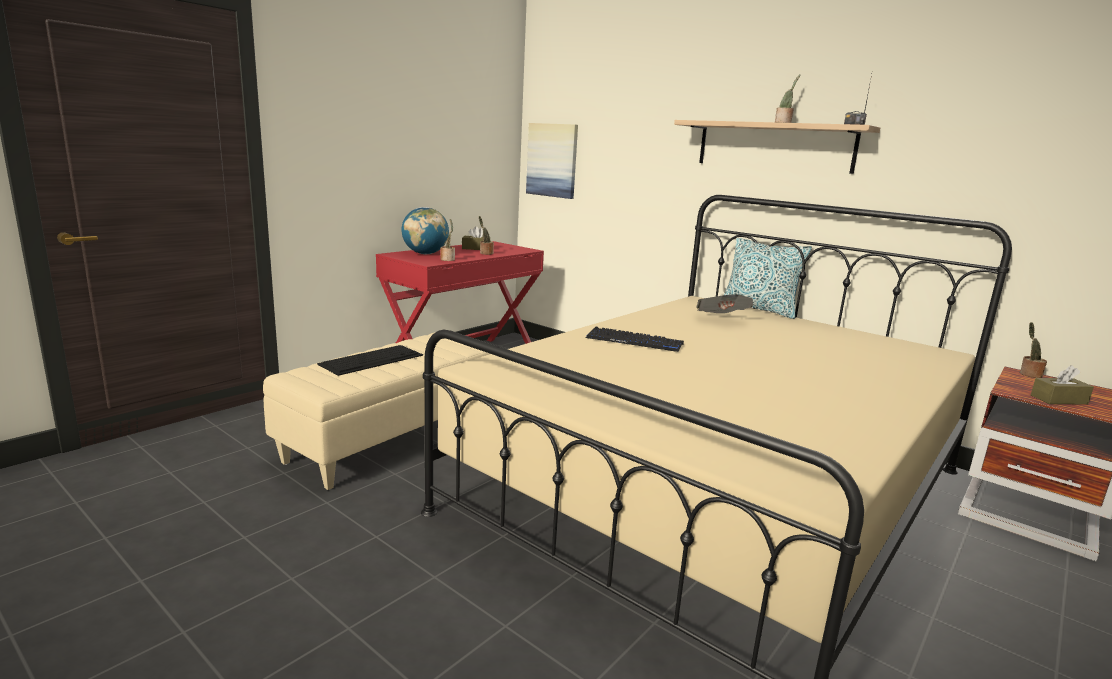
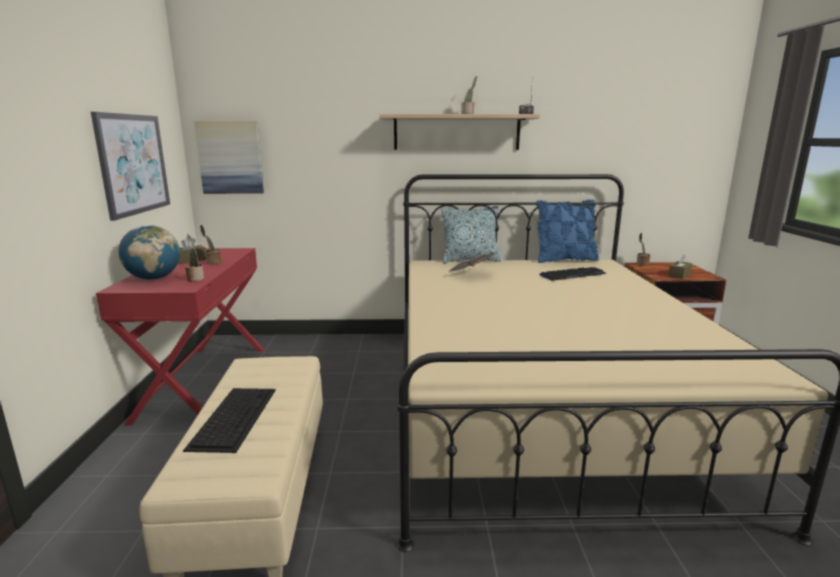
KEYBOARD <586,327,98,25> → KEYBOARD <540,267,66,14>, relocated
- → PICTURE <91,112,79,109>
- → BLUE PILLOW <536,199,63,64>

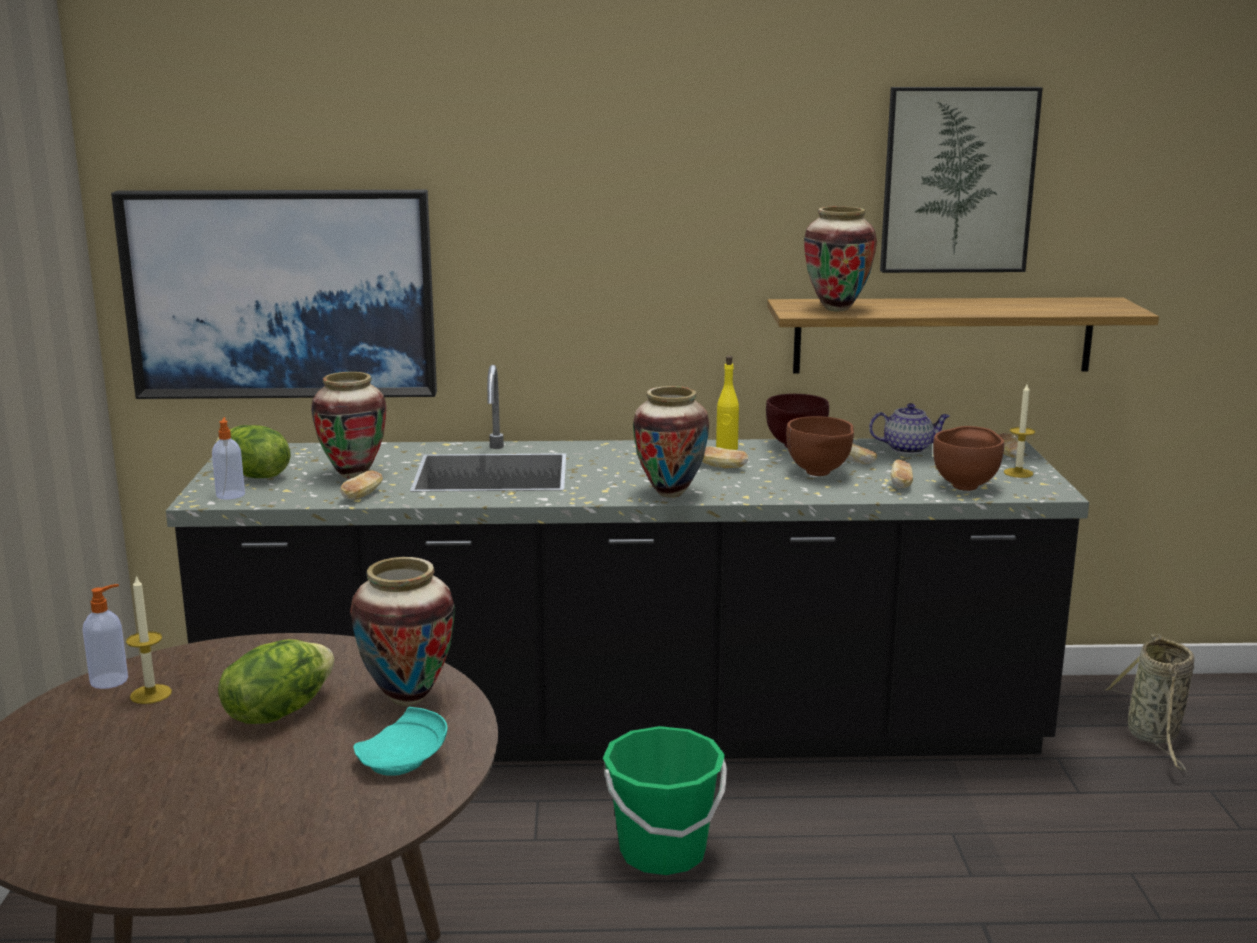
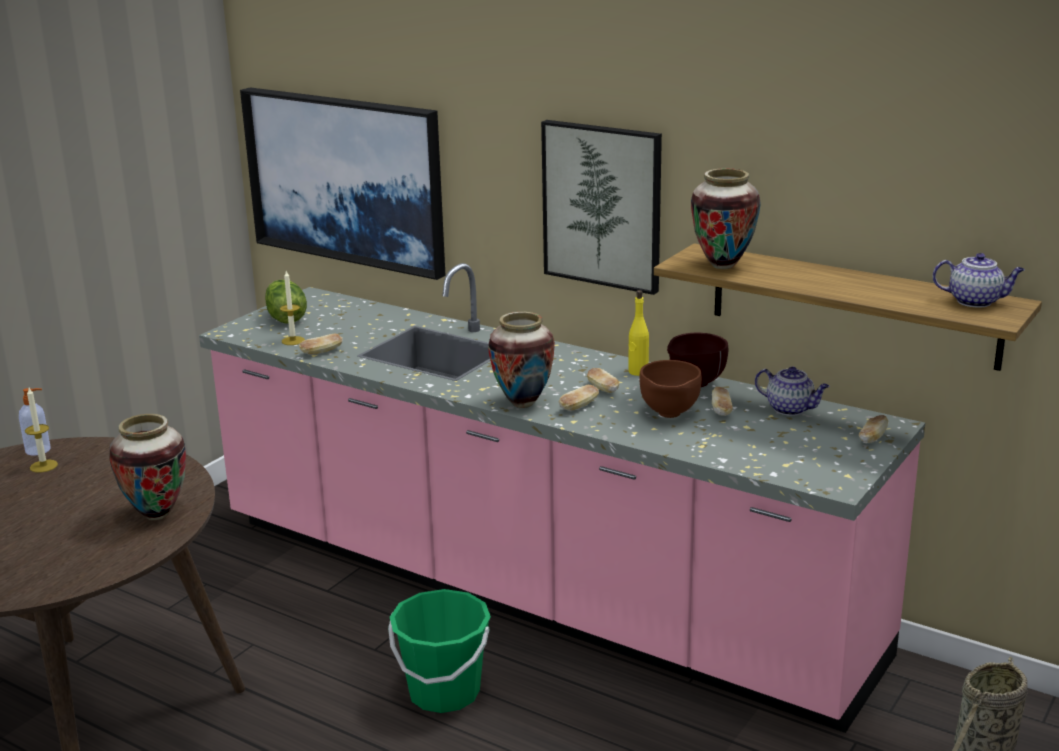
BLACK COUNTER <166,365,923,397> → PINK COUNTER <199,263,726,470>
SOAP DISPENSER <212,417,33,82> → -
LETTUCE <218,639,116,85> → -
VASE <311,372,76,107> → -
TURQUOISE PLATE <353,707,94,69> → -
PICTURE <880,87,163,186> → PICTURE <541,120,121,175>, relocated
BREAD <890,460,23,28> → BREAD <559,385,40,26>, relocated
BROWN BOWL <933,426,71,65> → -
CANDLE <1004,384,31,94> → CANDLE <280,271,25,74>, relocated
- → TEAPOT <933,253,92,55>

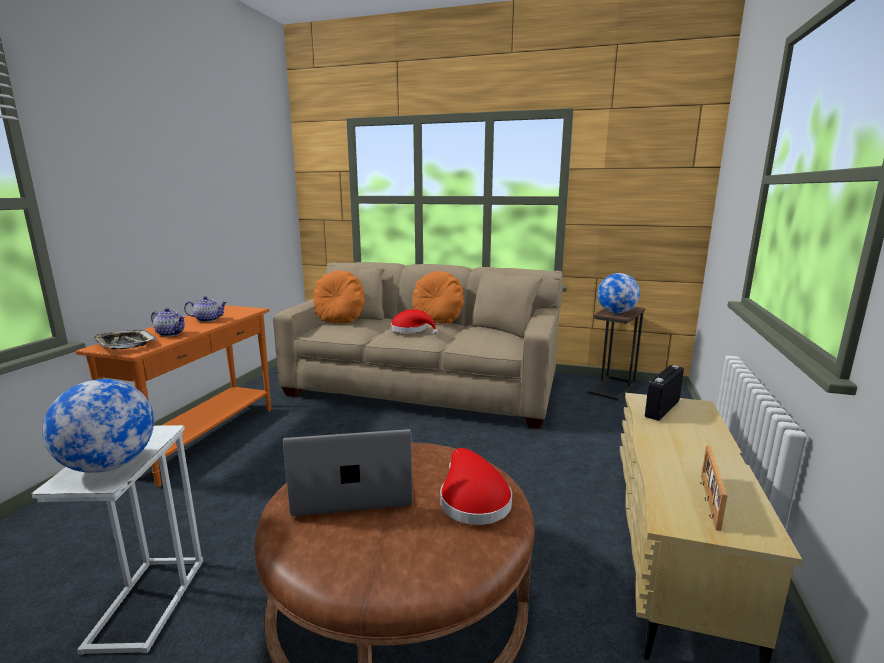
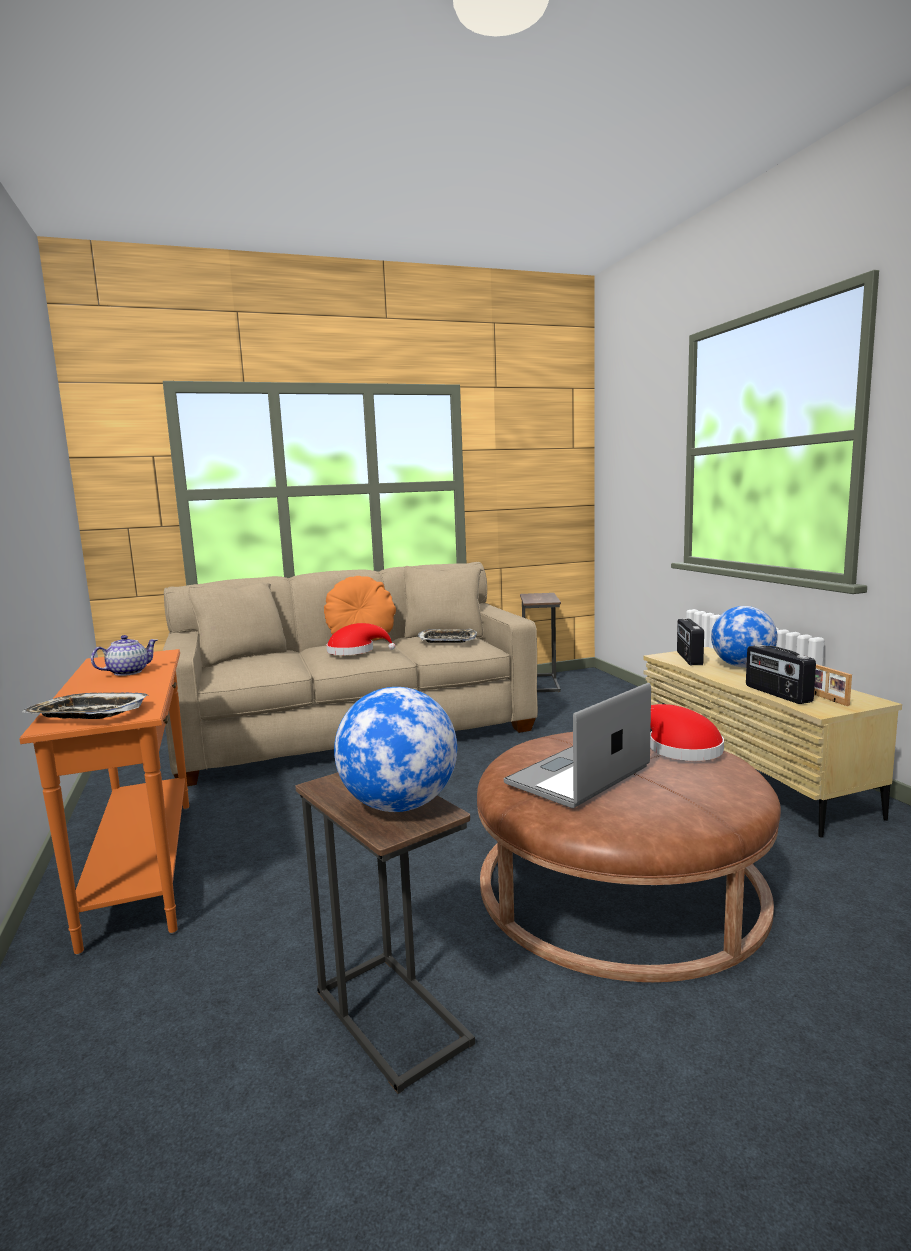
WHITE SIDE TABLE <31,425,172,230> → BROWN SIDE TABLE <295,772,180,322>
TEAPOT <151,308,34,29> → -
ORANGE PILLOW <313,270,52,53> → -
GLOBE <597,273,43,40> → GLOBE <711,606,67,61>, relocated
- → TRAY <417,629,60,14>
- → RADIO <746,644,70,60>

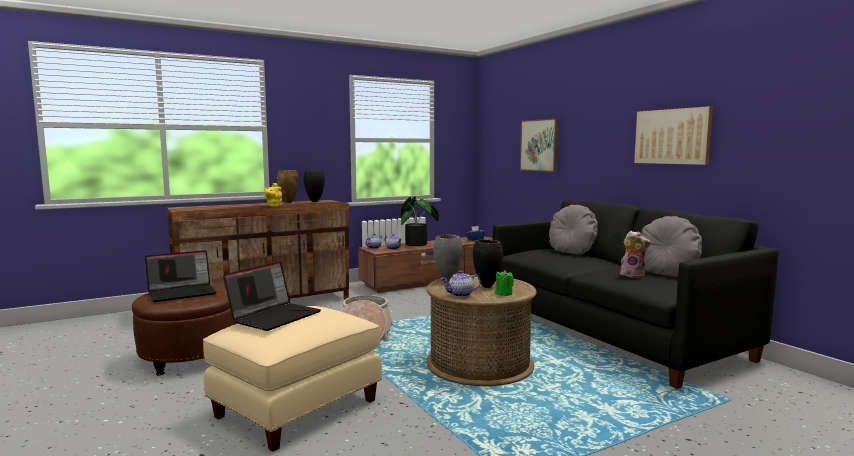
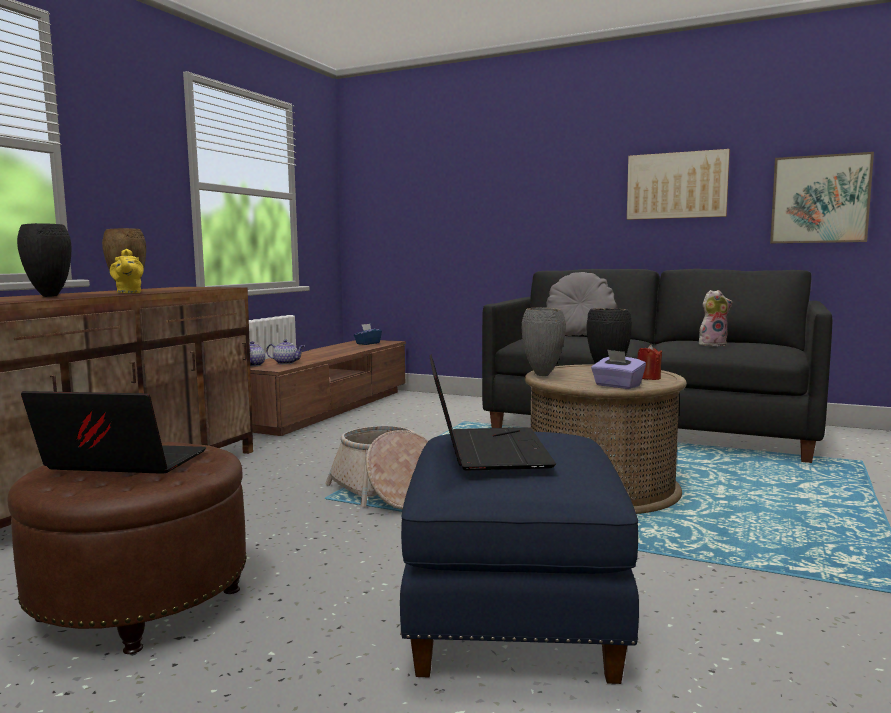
LAPTOP <145,250,72,52> → LAPTOP <21,391,185,83>, 105 degrees counterclockwise
BEIGE OTTOMAN <203,306,179,146> → BLUE OTTOMAN <400,432,239,252>
BLACK VASE <303,170,22,32> → BLACK VASE <17,223,55,74>, relocated
POTTED PLANT <400,197,39,49> → -
TEAPOT <441,271,40,26> → PURPLE TISSUE BOX <591,349,55,40>
GREEN CANDLE <495,270,19,26> → RED CANDLE <638,345,24,35>
PICTURE <520,118,39,54> → PICTURE <770,152,104,91>, relocated
GREY PILLOW <641,216,61,61> → -

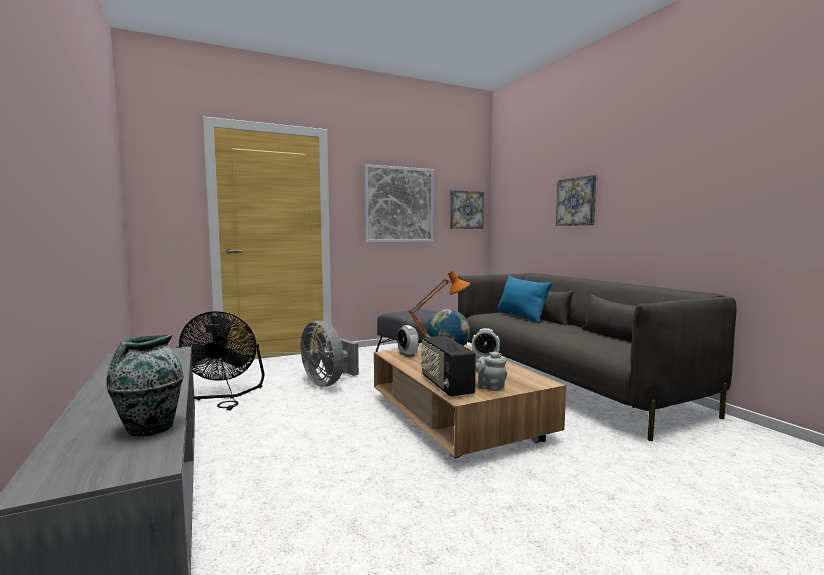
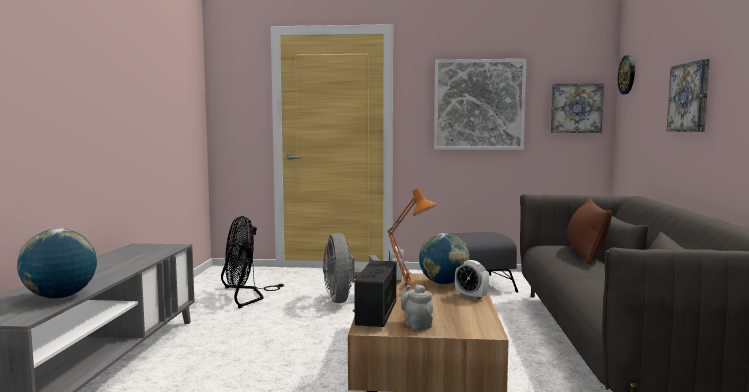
VASE <106,334,77,102> → GLOBE <17,228,80,71>
BLACK FAN <176,311,88,99> → BLACK FAN <221,216,64,93>, 135 degrees counterclockwise
BLUE PILLOW <497,276,55,47> → BROWN PILLOW <567,198,46,66>
- → WALL CLOCK <618,55,17,39>

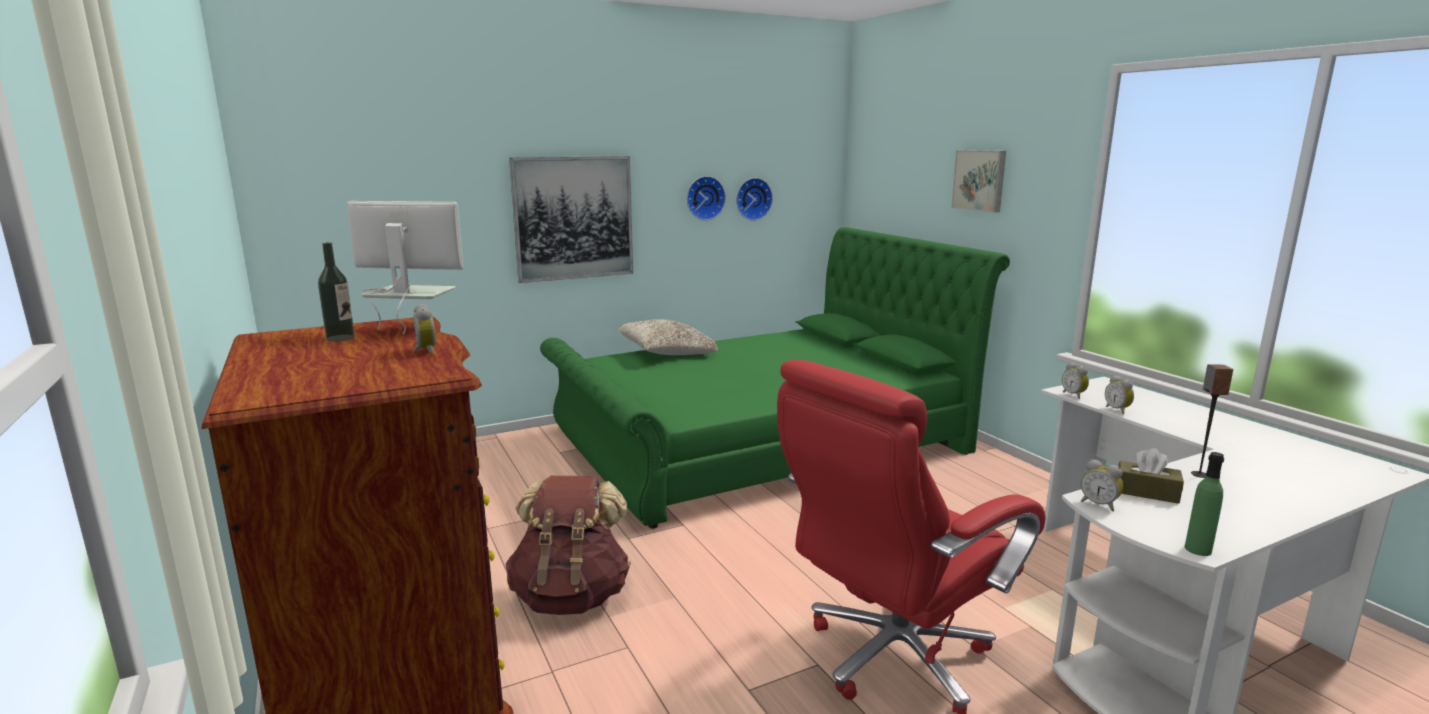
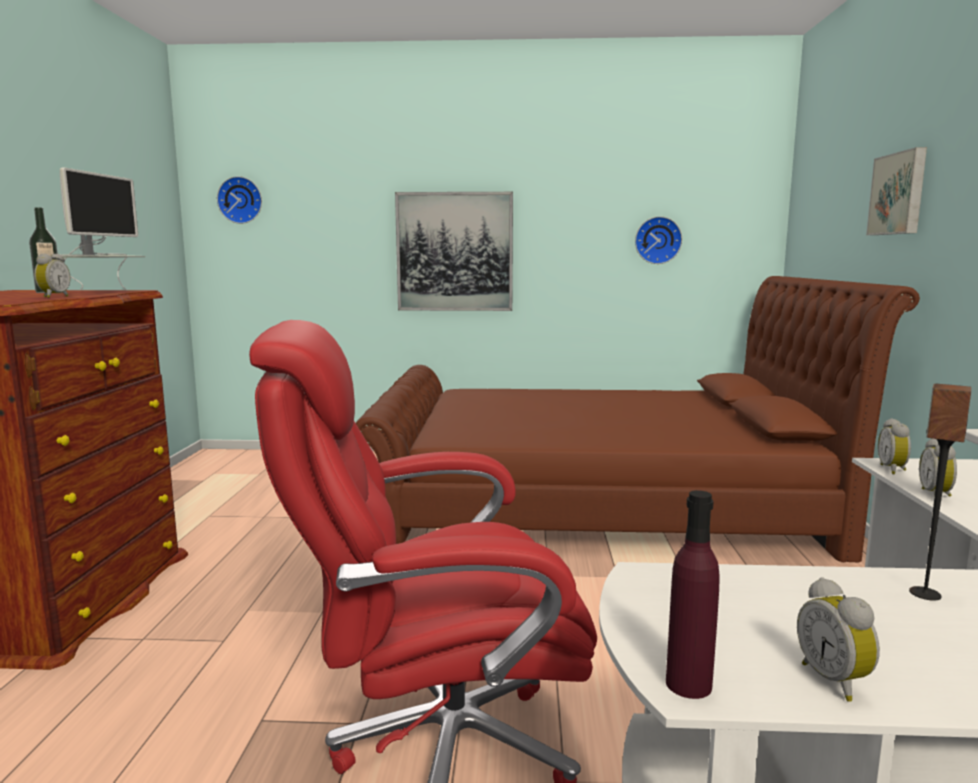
MONITOR <347,201,117,133> → MONITOR <60,167,86,124>, 60 degrees clockwise
BROWN BACKPACK <506,476,125,139> → -
GREEN BED <540,227,470,301> → BROWN BED <356,276,564,287>
BEIGE PILLOW <618,319,100,36> → -
WALL CLOCK <687,176,39,45> → WALL CLOCK <217,176,45,48>, relocated
ALARM CLOCK <1081,459,42,52> → ALARM CLOCK <797,577,83,125>, relocated
BROWN TISSUE BOX <1118,448,66,56> → -
GREEN BOTTLE <1185,452,39,104> → PURPLE BOTTLE <666,490,54,209>

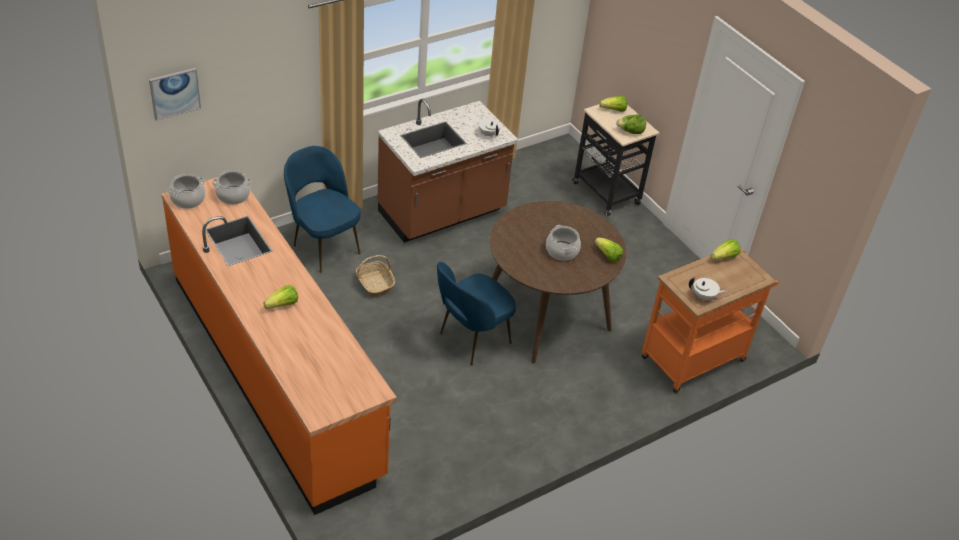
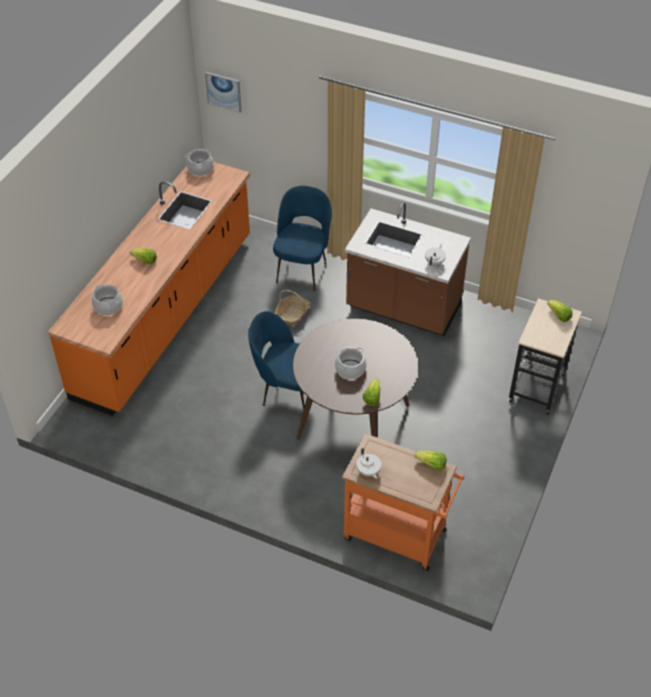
COOKING POT <212,170,40,35> → COOKING POT <92,284,31,31>, relocated
LETTUCE <616,115,30,19> → -

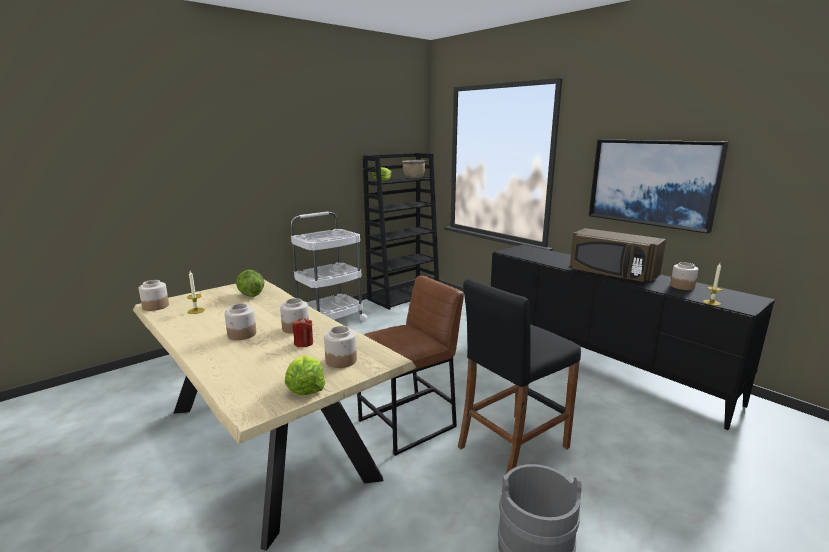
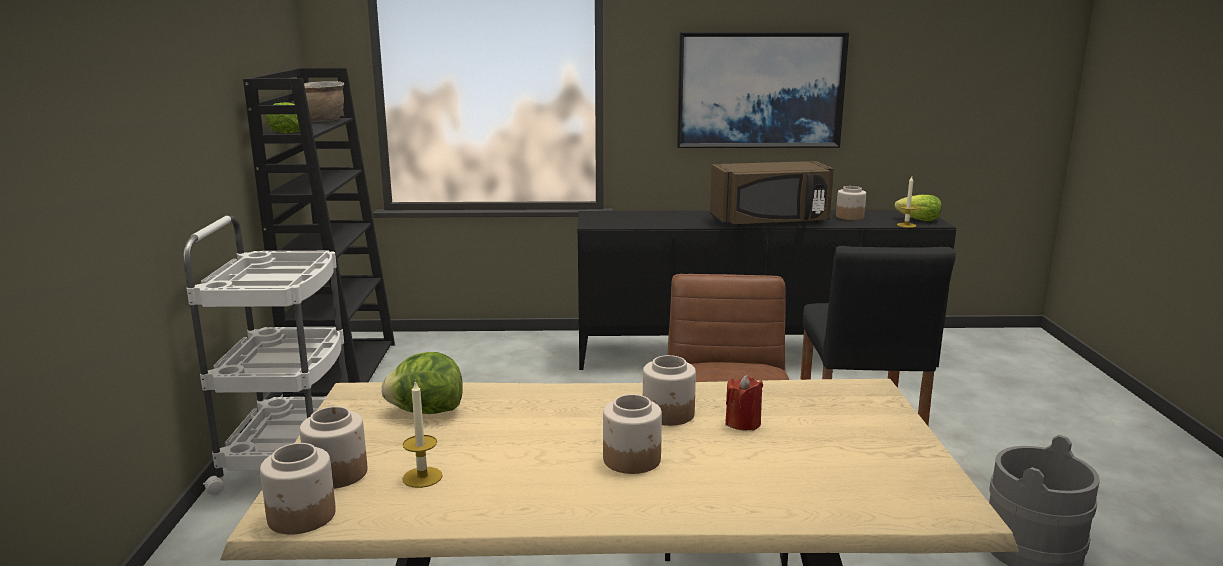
LETTUCE <285,355,40,40> → LETTUCE <894,195,48,26>, relocated
JAR <324,326,33,42> → JAR <300,406,67,83>, relocated

